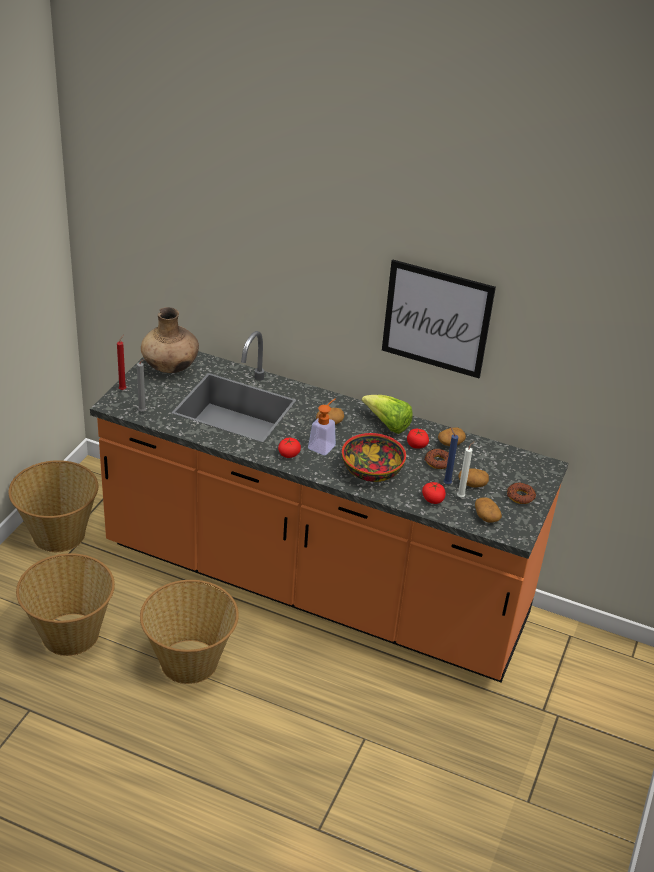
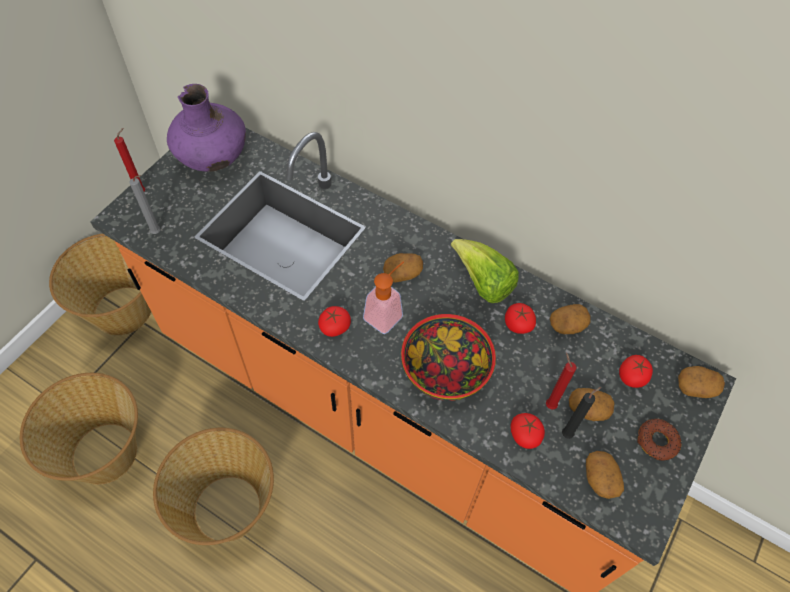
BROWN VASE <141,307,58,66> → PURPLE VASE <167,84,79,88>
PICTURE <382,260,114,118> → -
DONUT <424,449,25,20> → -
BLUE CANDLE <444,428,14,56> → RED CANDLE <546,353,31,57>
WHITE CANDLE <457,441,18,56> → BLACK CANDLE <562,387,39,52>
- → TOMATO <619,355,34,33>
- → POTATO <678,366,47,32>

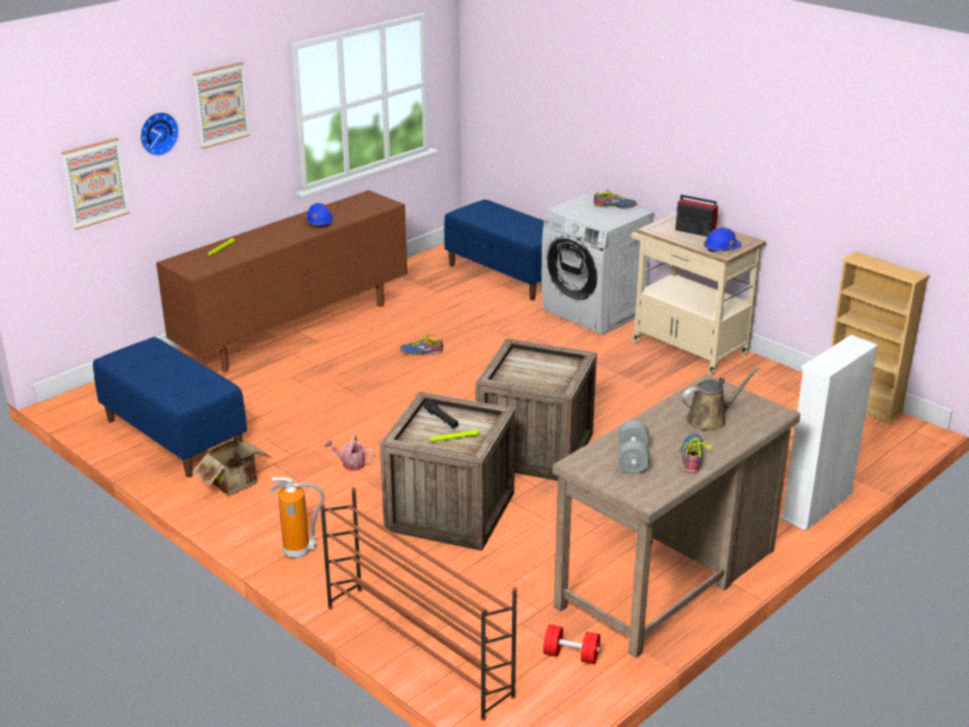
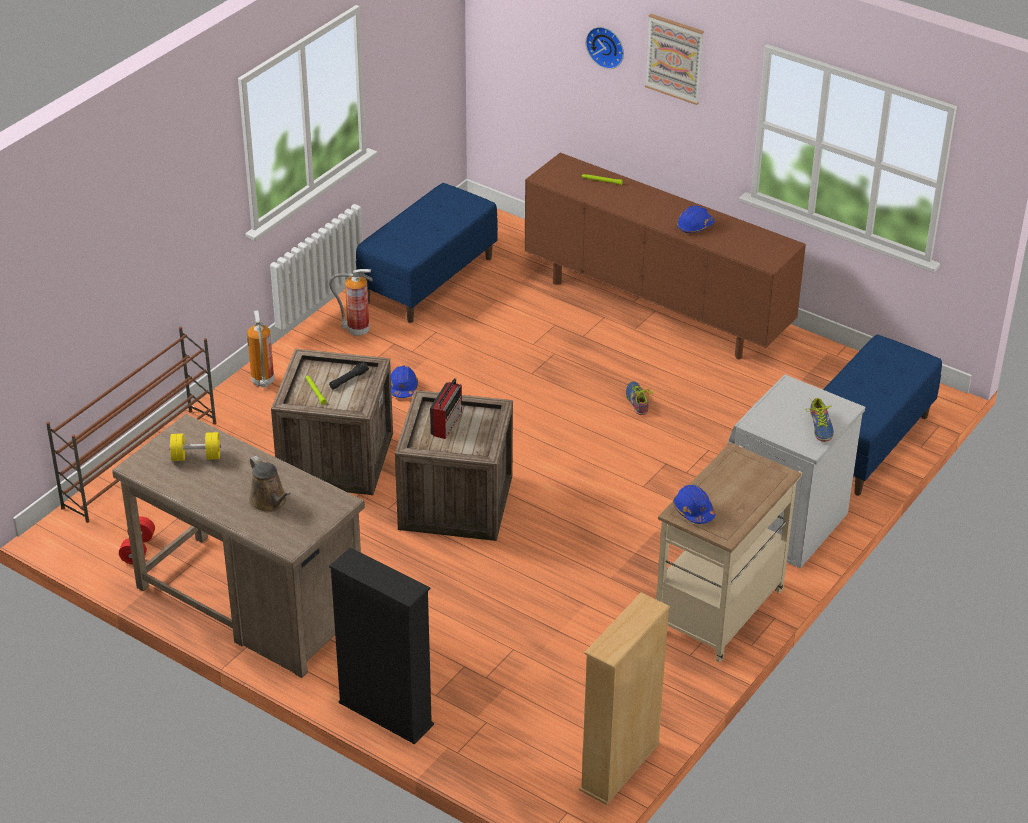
PICTURE <61,138,69,92> → -
CARDBOARD BOX <192,437,80,59> → FIRE EXTINGUISHER <329,269,44,67>
WATERING CAN <324,436,50,35> → BLUE HARD HAT <391,366,27,32>
GREY DUMBBELL <618,420,31,54> → YELLOW DUMBBELL <169,432,52,29>
RADIO <675,195,43,42> → RADIO <430,378,32,61>, relocated
SHOE <680,434,32,39> → -
WHITE BOOKCASE <780,335,98,196> → BLACK BOOKCASE <329,547,105,197>

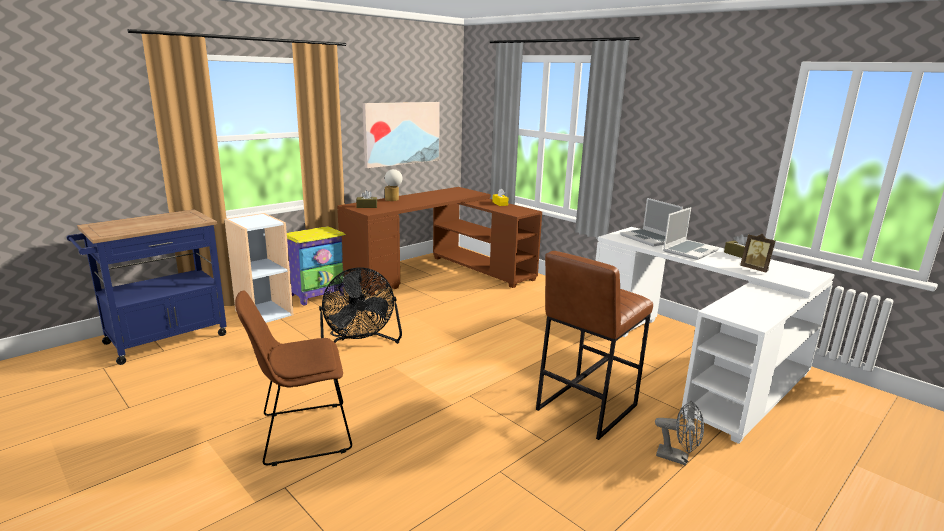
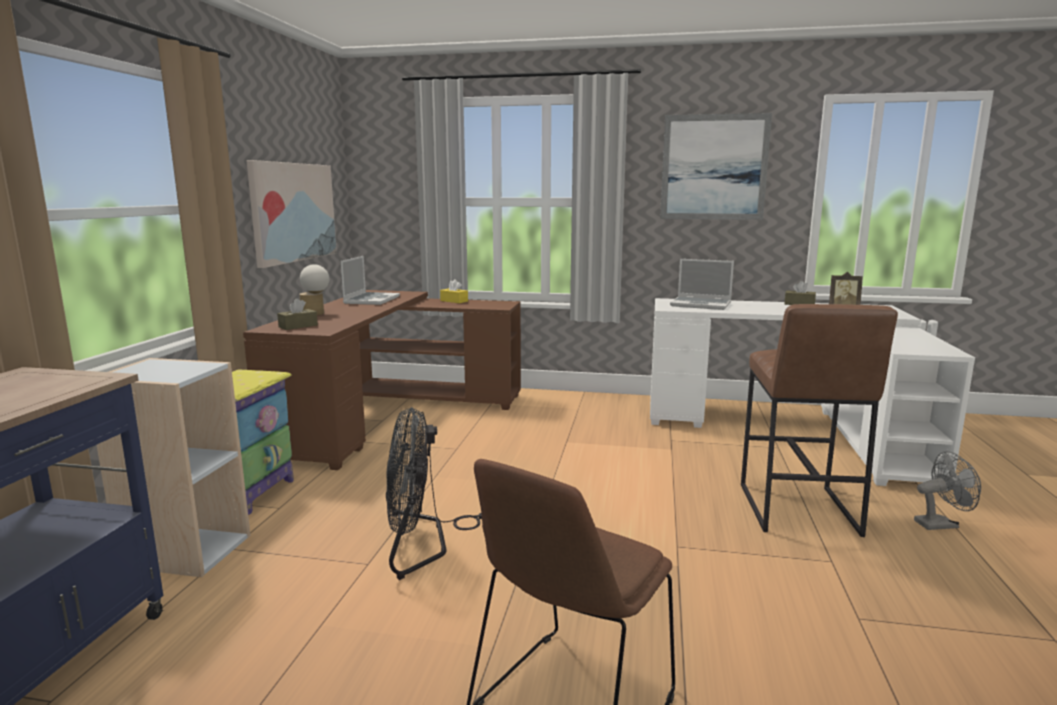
BLACK FAN <319,267,83,77> → BLACK FAN <386,407,96,173>, 135 degrees clockwise
LAPTOP <663,207,56,53> → LAPTOP <341,256,59,49>, relocated
- → PICTURE <660,113,112,107>

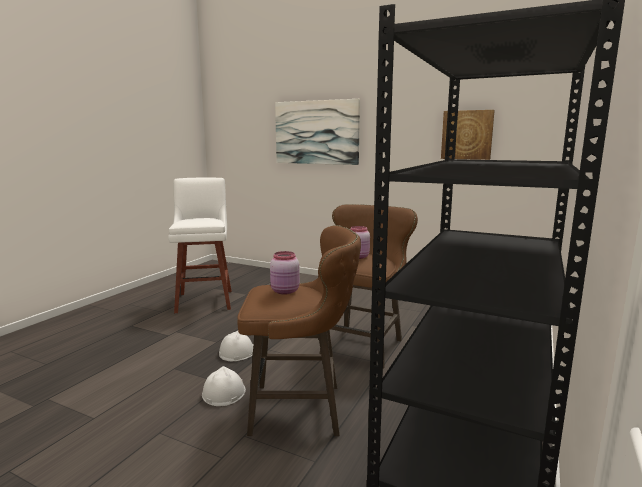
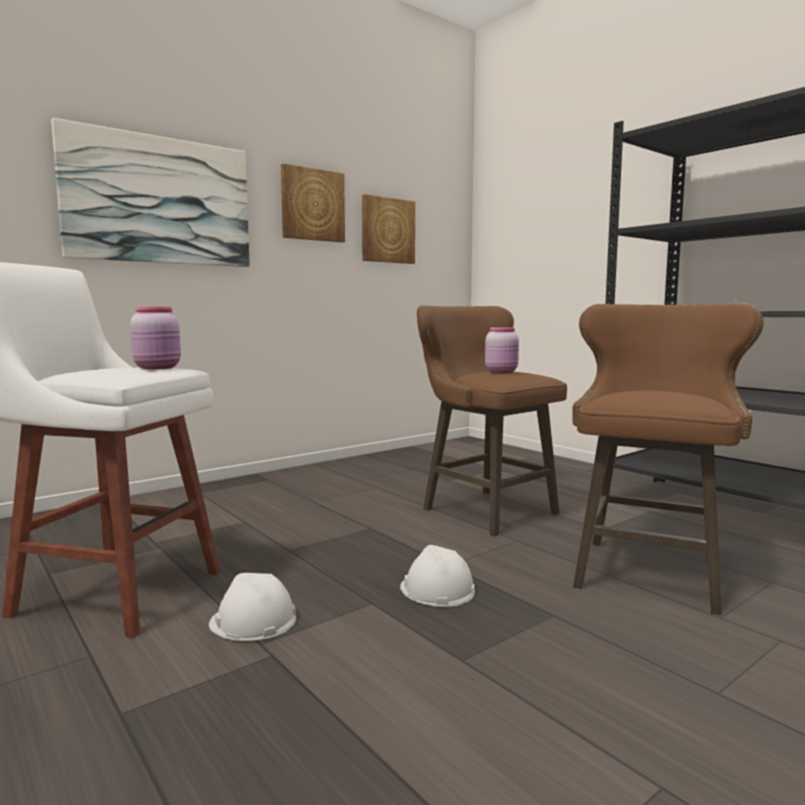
WHITE HARD HAT <202,366,44,40> → WHITE HARD HAT <209,573,87,68>, relocated
PINK JAR <270,251,30,44> → PINK JAR <130,307,51,63>, relocated
- → PICTURE <281,164,64,78>

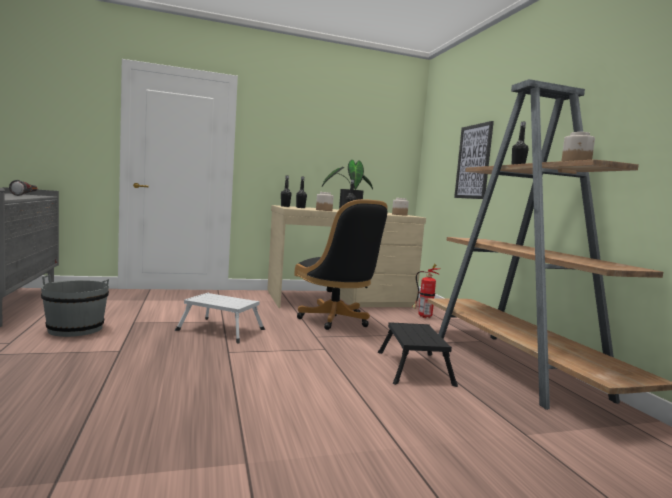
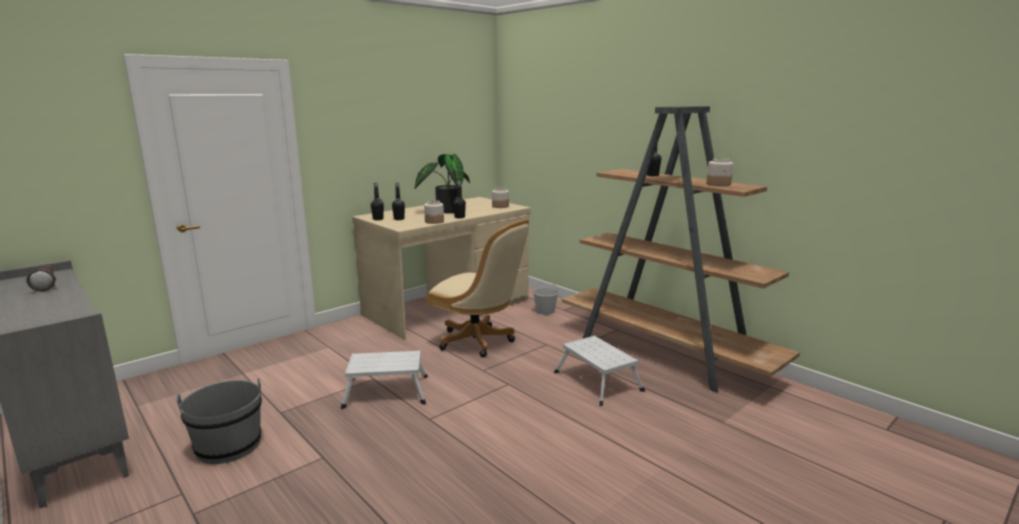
BLACK OFFICE CHAIR <294,199,94,131> → BEIGE OFFICE CHAIR <427,219,102,138>
BLACK STEP LADDER <377,322,81,65> → WHITE STEP LADDER <554,336,91,70>
FIRE EXTINGUISHER <412,264,28,54> → WHITE BUCKET <533,280,25,35>
PICTURE <454,121,40,78> → -

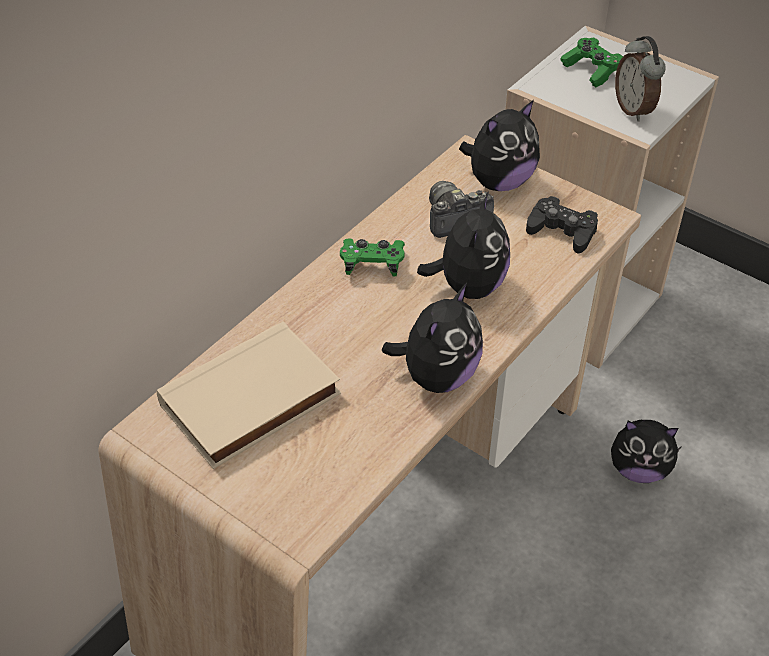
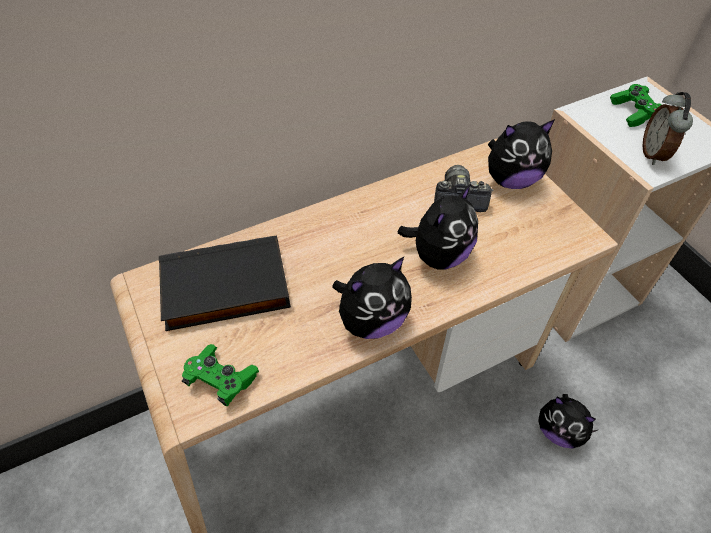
BEIGE BOOK <157,321,184,148> → BLACK BOOK <159,235,132,96>
GREEN GAME CONTROLLER <340,238,65,38> → GREEN GAME CONTROLLER <182,344,77,62>, relocated
BLACK GAME CONTROLLER <526,196,72,57> → -

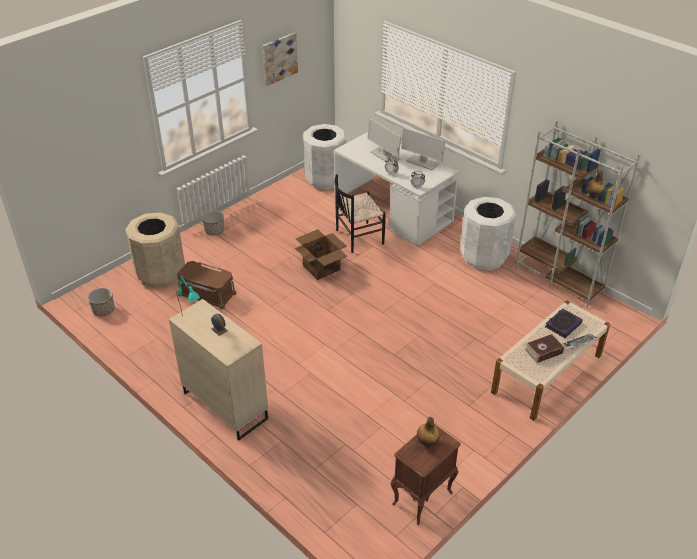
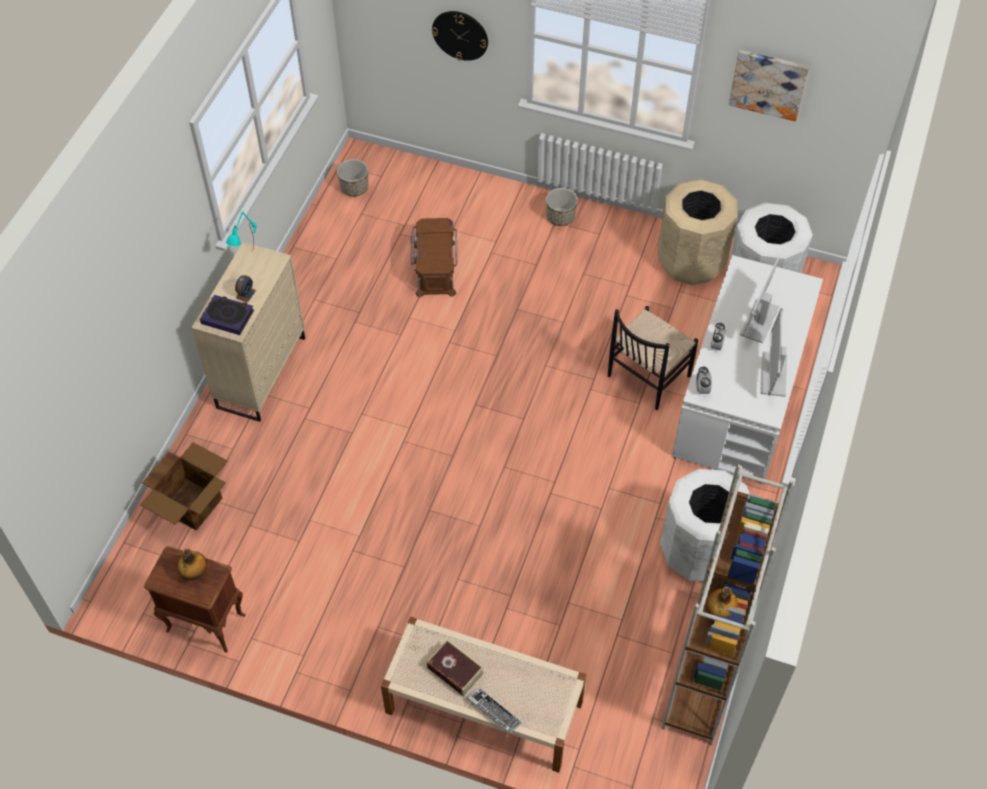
BEIGE TRASH CAN <125,212,60,76> → BEIGE TRASH CAN <659,179,78,106>, relocated
CARDBOARD BOX <295,229,52,51> → CARDBOARD BOX <140,442,88,89>, relocated
BLACK CHAIR <335,174,51,79> → BLACK CHAIR <608,306,90,104>, 90 degrees counterclockwise
BOOK <545,309,38,29> → BOOK <200,295,54,40>, relocated
- → WALL CLOCK <432,11,56,50>

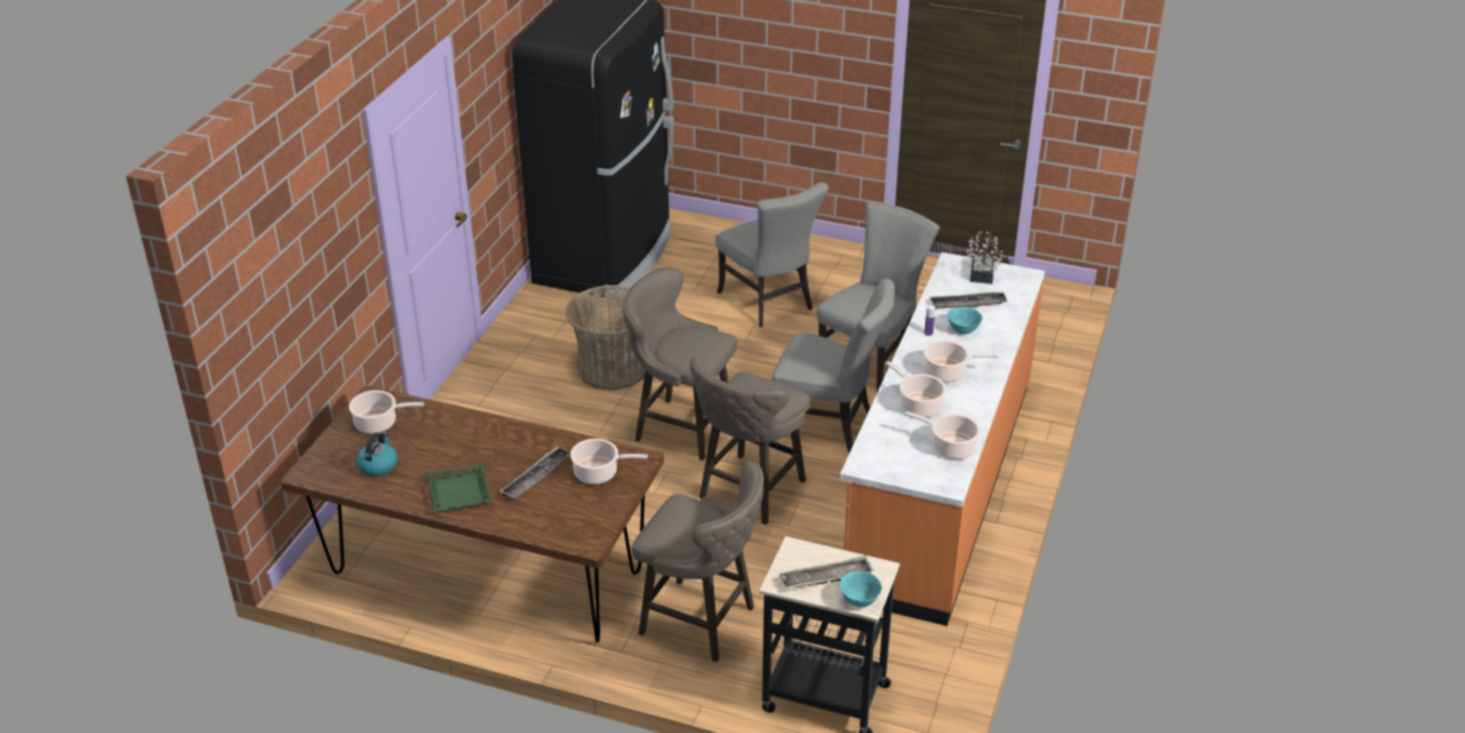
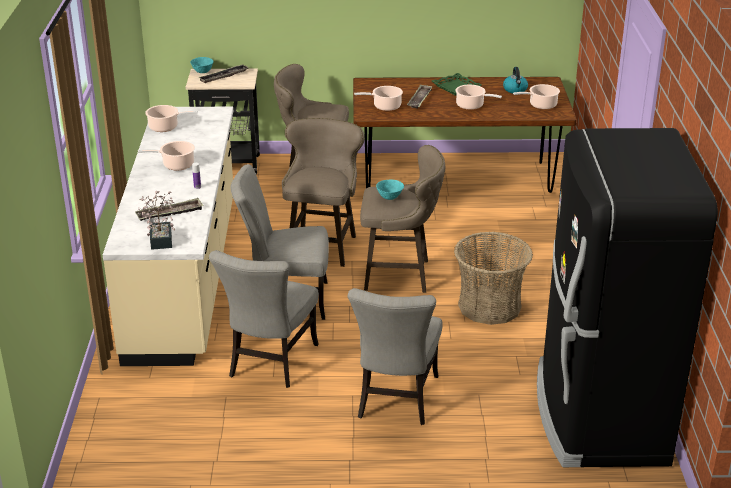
GREY CHAIR <715,182,114,145> → GREY CHAIR <348,288,95,137>, 120 degrees counterclockwise
ORANGE COUNTER <840,252,205,374> → BEIGE COUNTER <103,107,130,259>
COOKING POT <886,361,61,57> → COOKING POT <455,85,47,25>, relocated
TURQUOISE BOWL <947,307,36,27> → TURQUOISE BOWL <376,179,28,21>, relocated

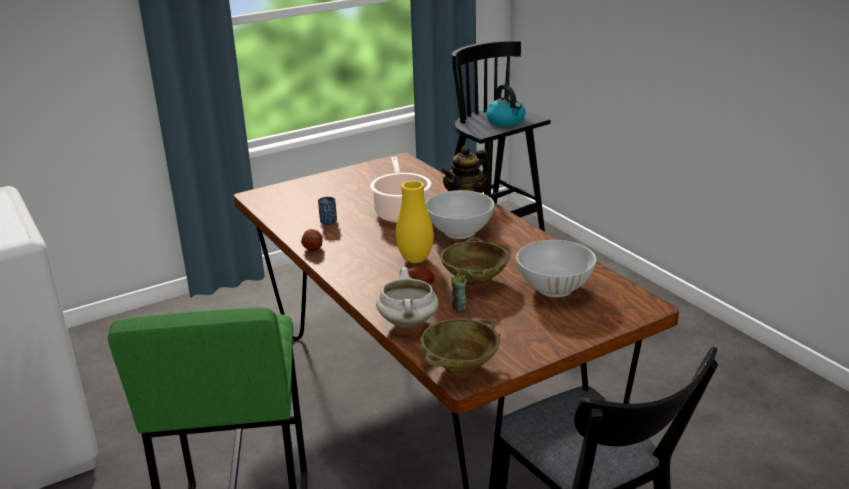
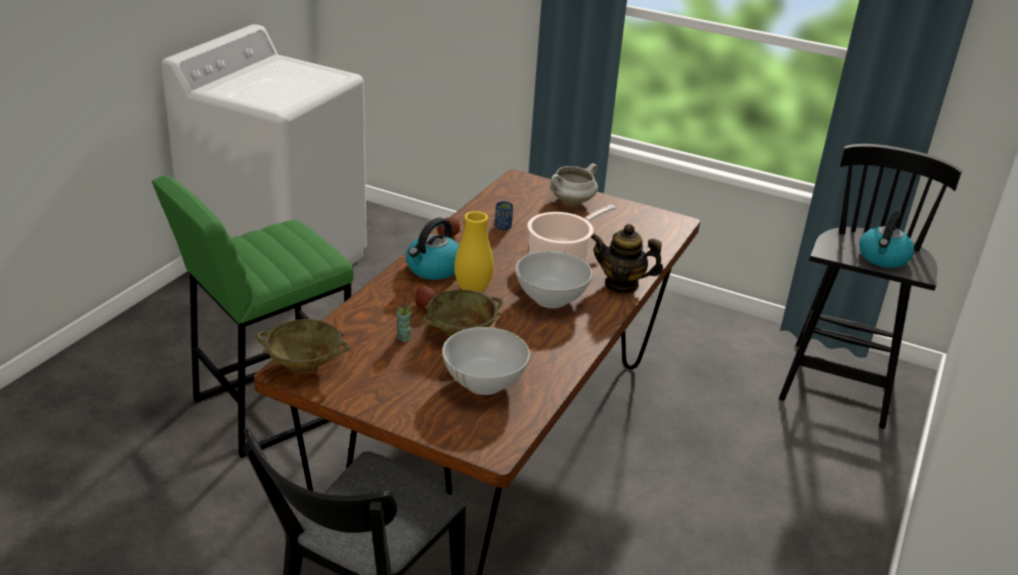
WHITE COOKING POT <376,268,63,60> → WHITE COOKING POT <550,163,48,42>, relocated
- → KETTLE <406,218,53,62>

